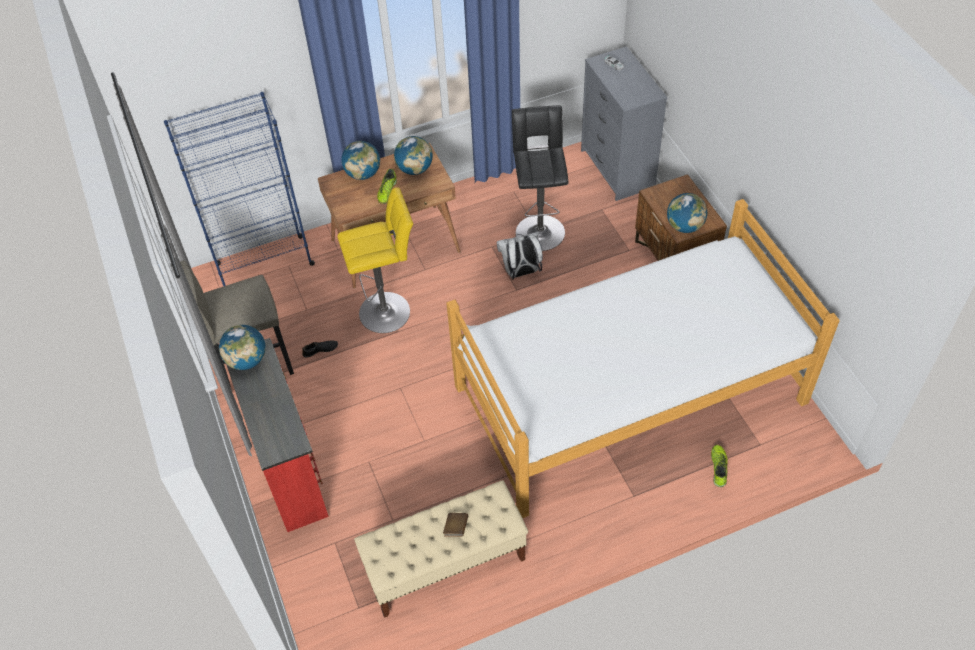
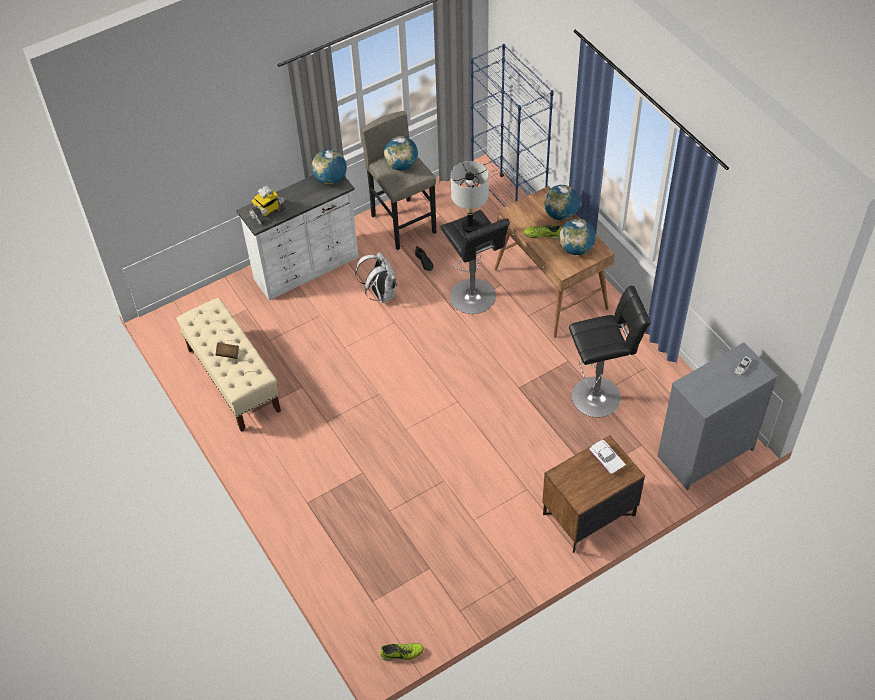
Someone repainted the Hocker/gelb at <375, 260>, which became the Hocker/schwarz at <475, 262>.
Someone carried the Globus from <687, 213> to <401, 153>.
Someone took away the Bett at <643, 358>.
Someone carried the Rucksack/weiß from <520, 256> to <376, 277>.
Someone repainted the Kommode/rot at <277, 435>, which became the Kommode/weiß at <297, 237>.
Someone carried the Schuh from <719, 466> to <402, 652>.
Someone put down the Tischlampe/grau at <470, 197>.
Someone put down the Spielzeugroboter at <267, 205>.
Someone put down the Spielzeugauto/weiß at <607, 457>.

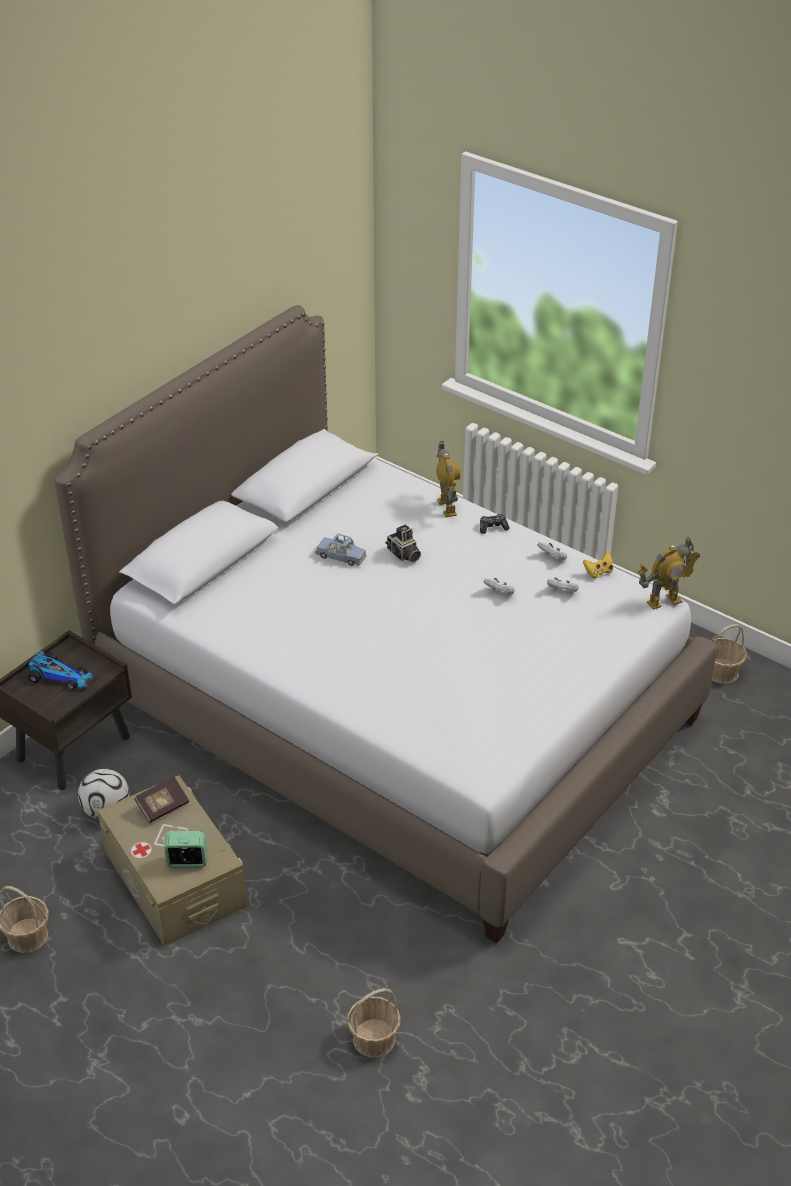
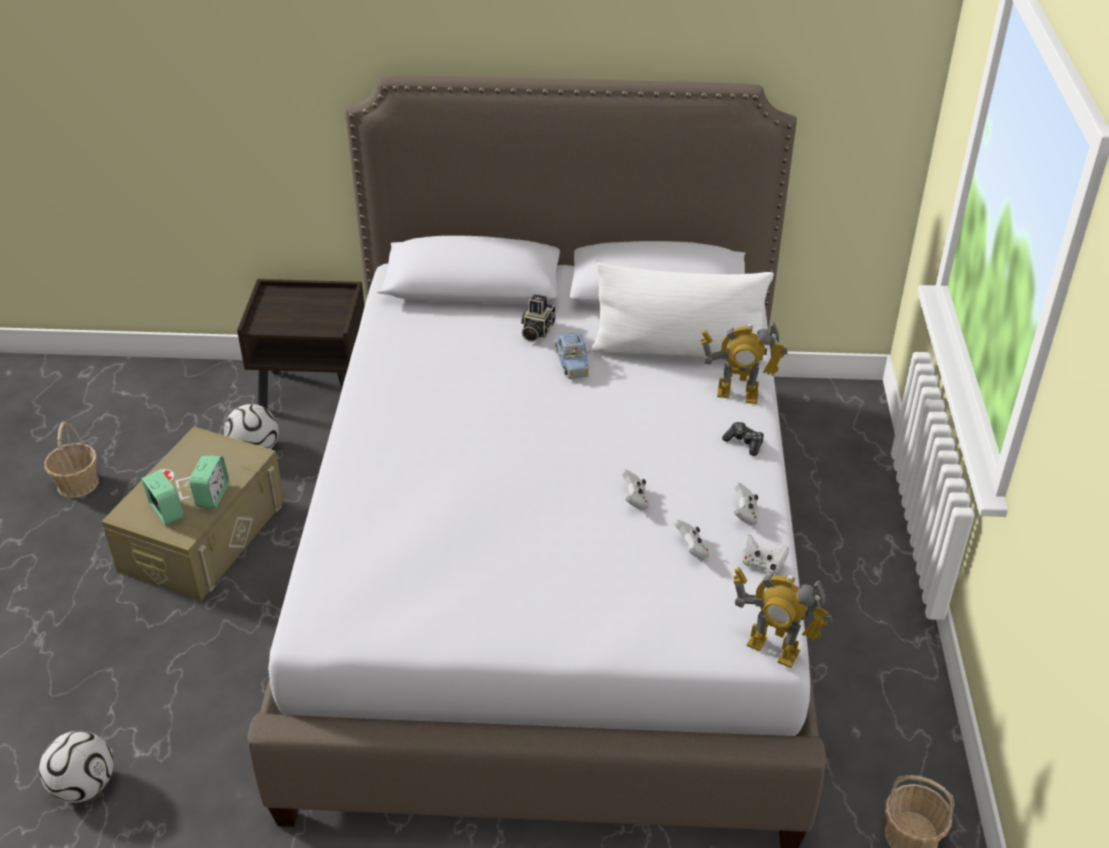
Someone rotated the Spielzeugroboter at <448, 479> by 60 degrees clockwise.
Someone carried the Kamera from <403, 544> to <538, 318>.
Someone repainted the Gamepad/gelb at <598, 565>, which became the Gamepad/weiß at <765, 554>.
Someone took away the Spielzeugauto at <61, 670>.
Someone took away the Buch at <161, 800>.
Someone swapped the Korb at <374, 1023> for the Fußball at <76, 767>.
Someone put down the Kissen/weiß at <683, 312>.
Someone put down the Wecker at <209, 481>.

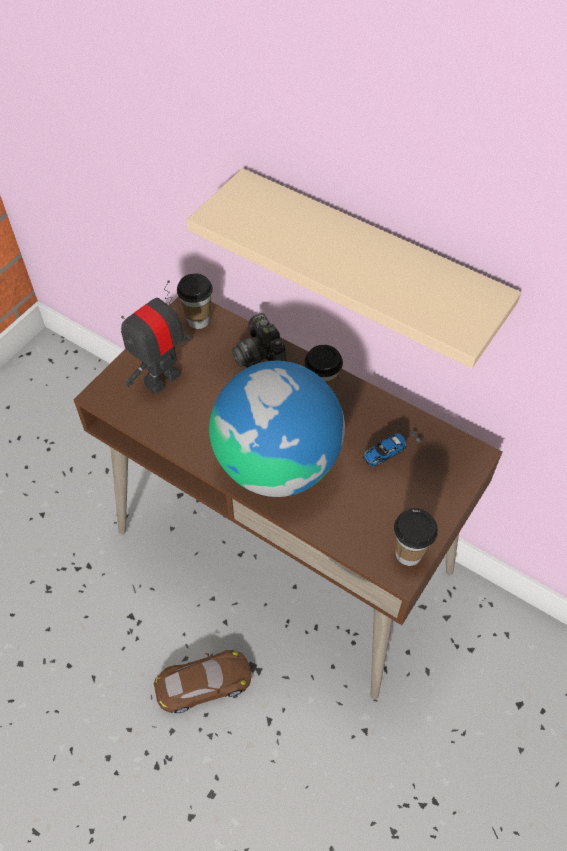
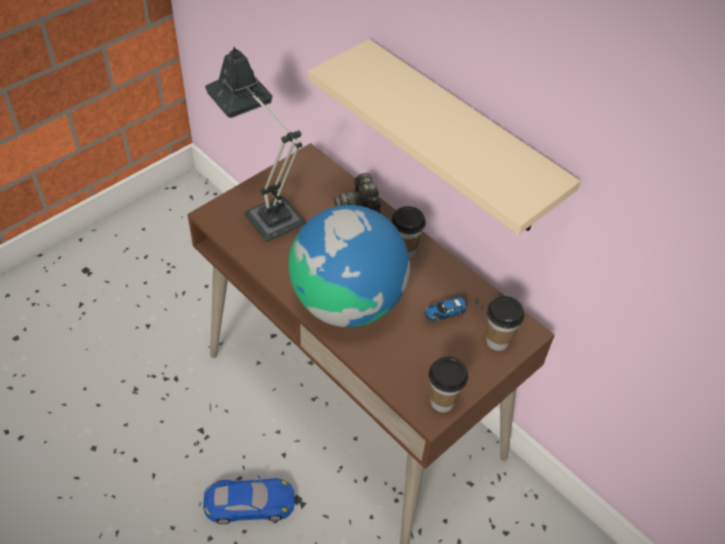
Someone carried the Tasse from <195, 301> to <505, 323>.
Someone swapped the Spielzeugroboter at <156, 337> for the Tischlampe at <255, 144>.
Someone repainted the Spielzeugauto/braun at <203, 681>, which became the Spielzeugauto/blau at <249, 499>.

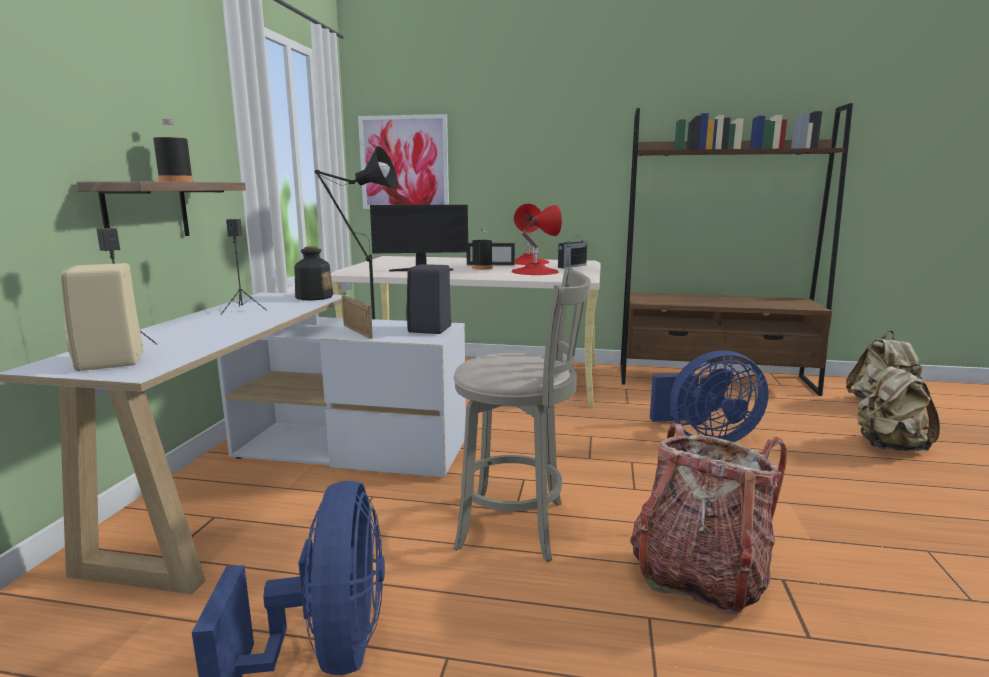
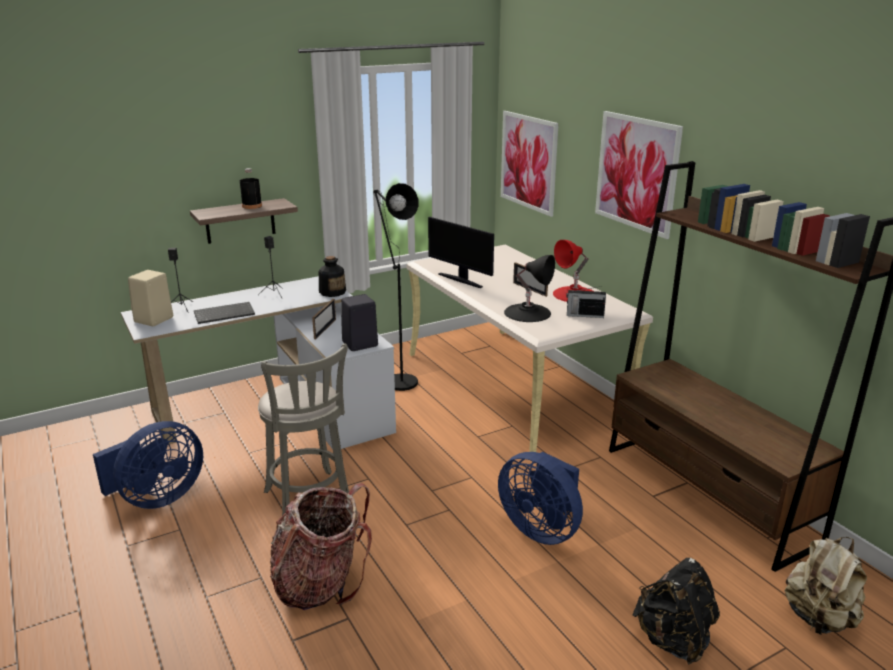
Someone repainted the Tischlampe/rot at <536, 240>, which became the Tischlampe/schwarz at <529, 288>.
Someone took away the Flasche/schwarz at <482, 249>.
Someone repainted the Rucksack/beige at <898, 407>, which became the Rucksack/schwarz at <676, 611>.
Someone put up the Bild at <639, 175>.
Someone put down the Tastatur at <224, 313>.

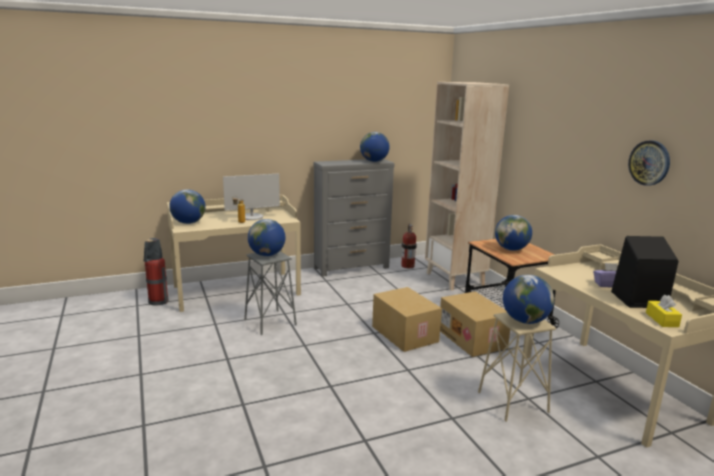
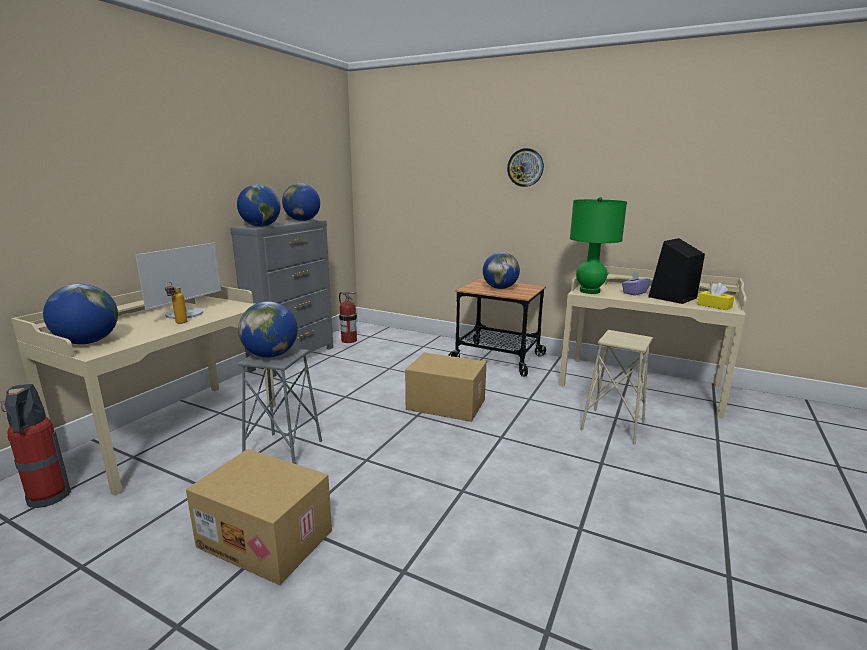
Someone took away the Bücherregal/beige at <467, 186>.
Someone carried the Wanduhr from <649, 163> to <525, 167>.
Someone carried the Globus from <528, 299> to <259, 206>.
Someone carried the Karton from <475, 324> to <259, 517>.
Someone put down the Tischlampe/grün at <598, 245>.

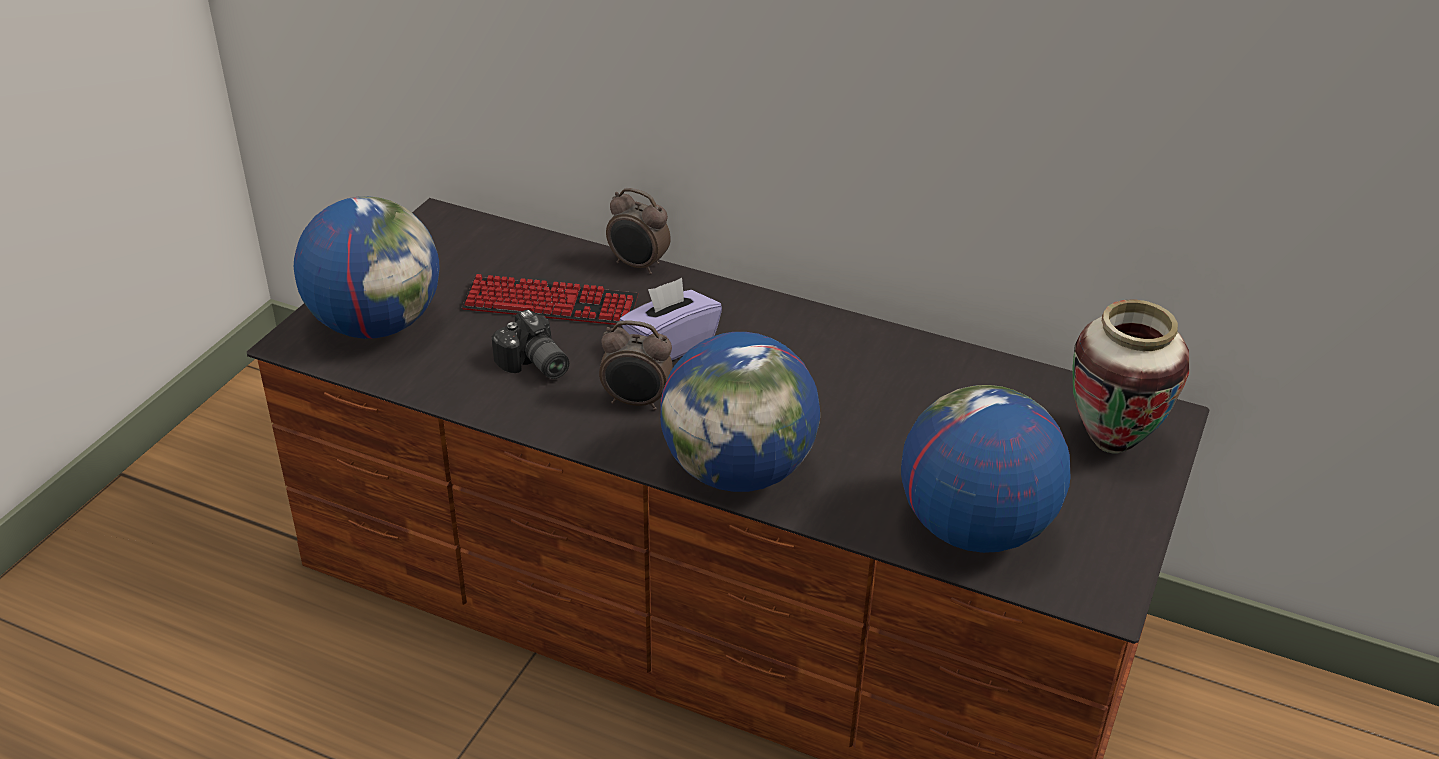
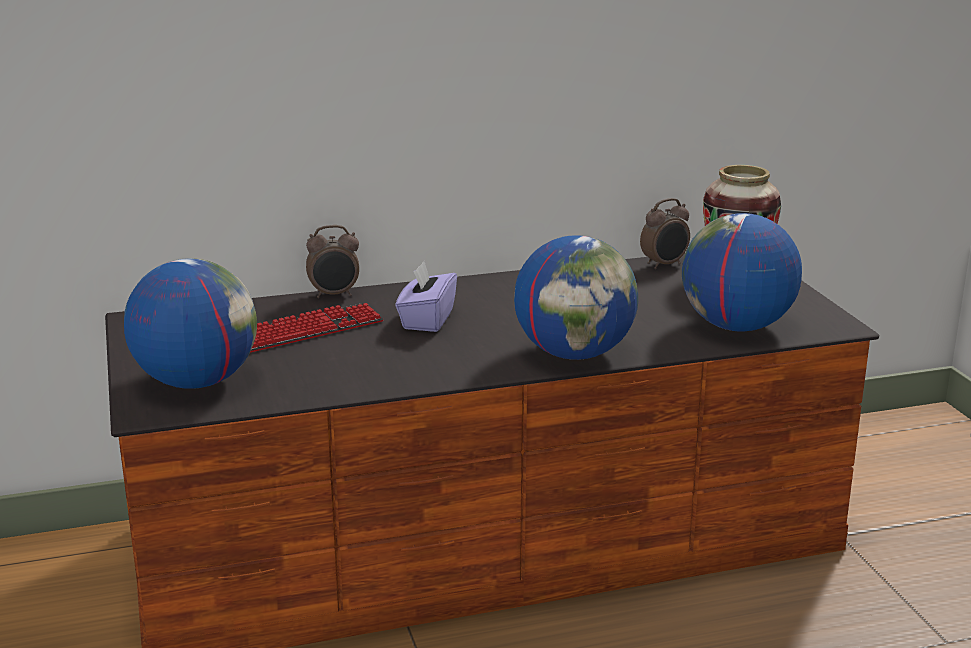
Someone took away the Kamera at <530, 344>.
Someone carried the Wecker from <636, 365> to <665, 233>.

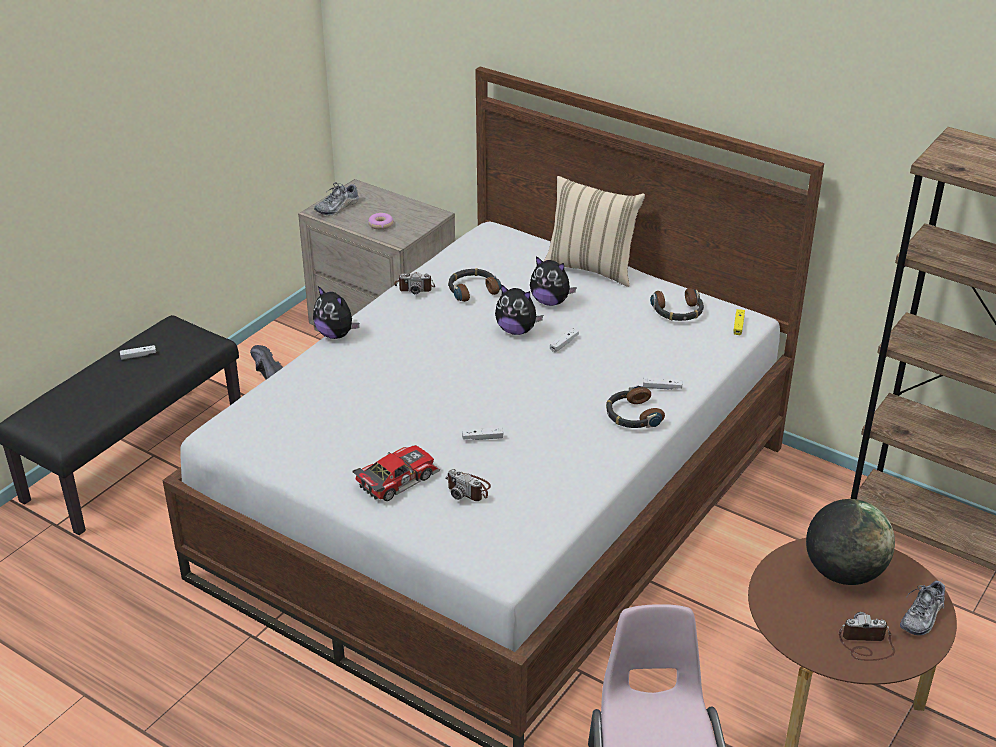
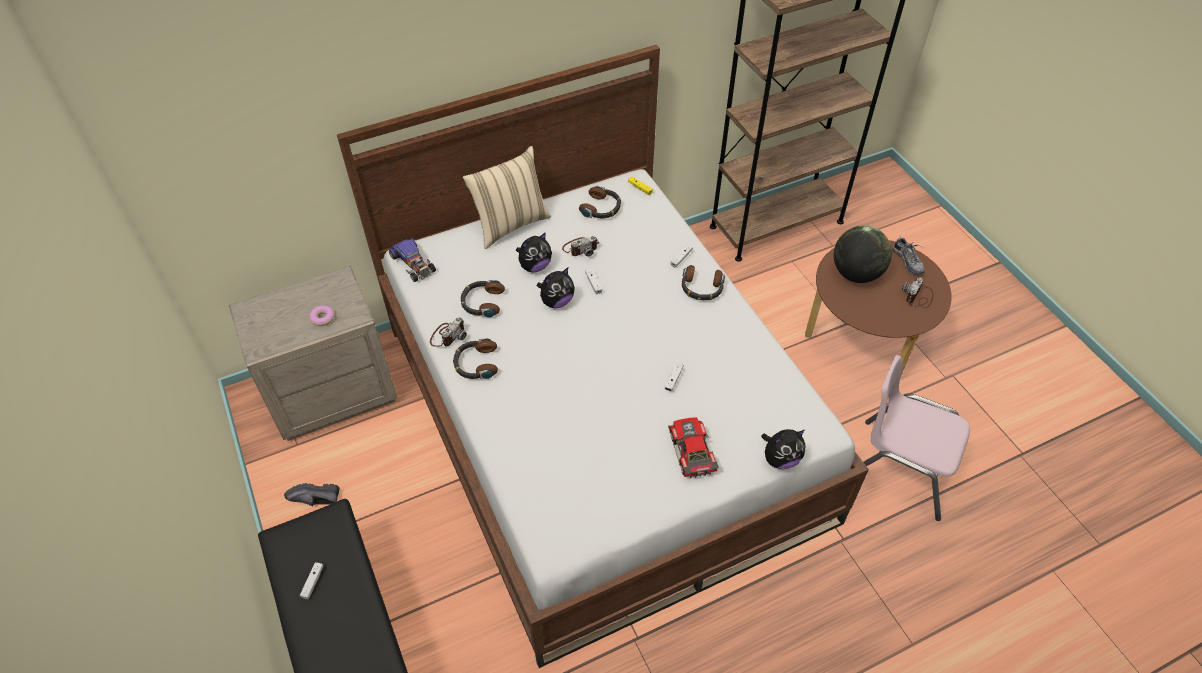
Someone took away the Schuh at <336, 198>.
Someone carried the Plüschtier from <336, 312> to <783, 449>.
Someone carried the Kamera from <468, 485> to <580, 246>.
Someone put down the Spielzeugauto at <412, 260>.
Someone put down the Kopfhörer at <475, 358>.

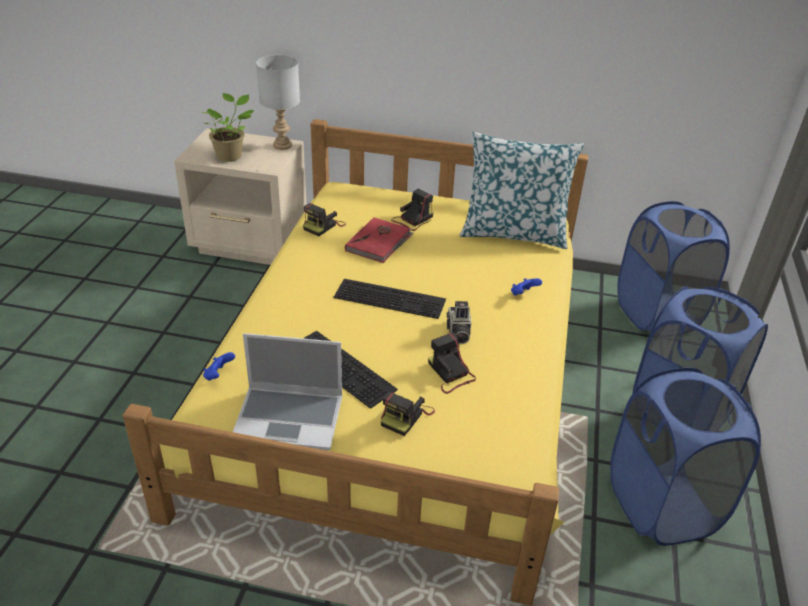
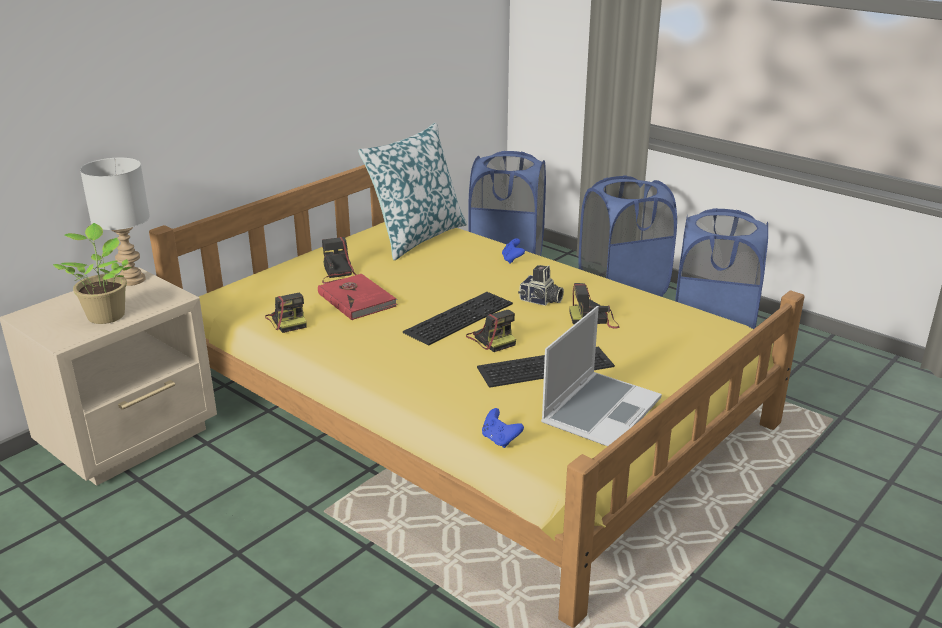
Someone carried the Kamera from <408, 414> to <491, 331>.

